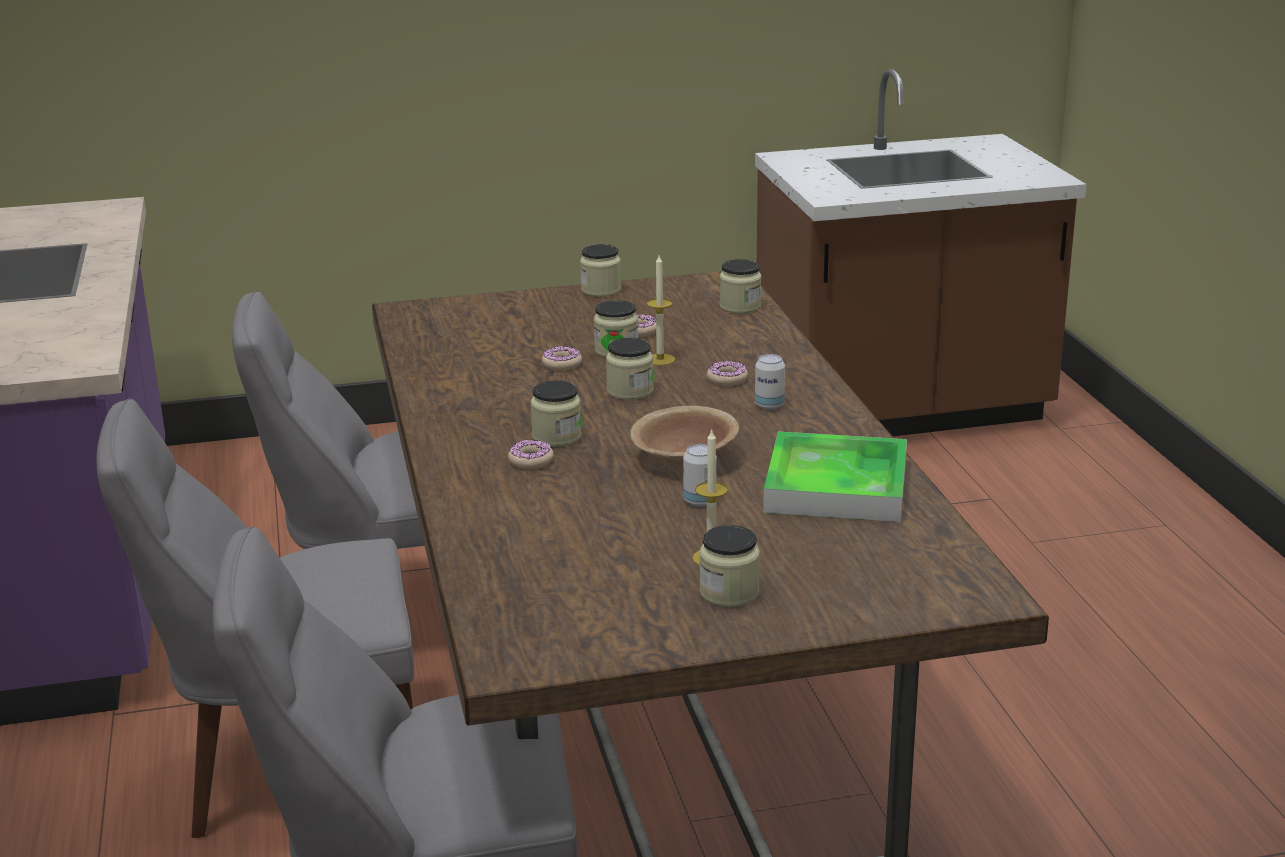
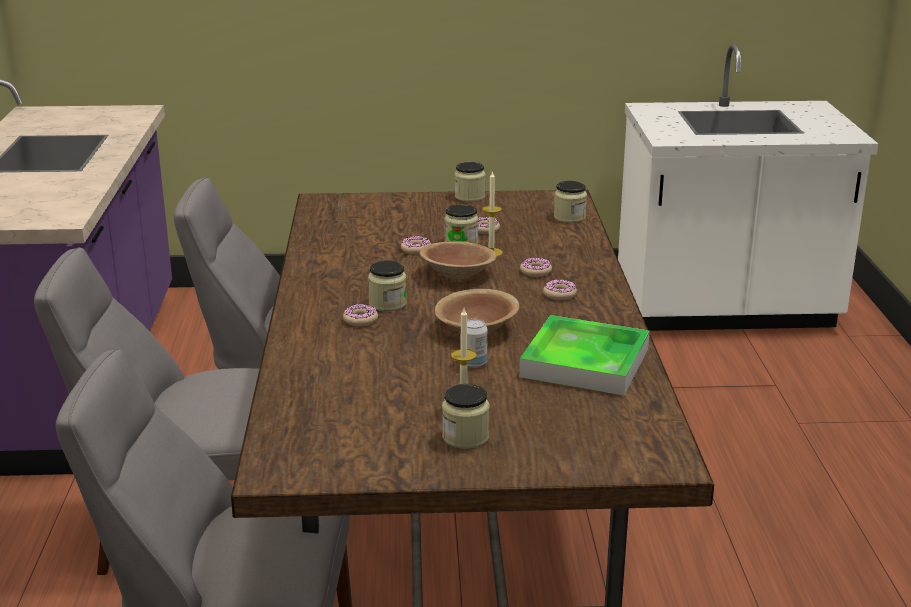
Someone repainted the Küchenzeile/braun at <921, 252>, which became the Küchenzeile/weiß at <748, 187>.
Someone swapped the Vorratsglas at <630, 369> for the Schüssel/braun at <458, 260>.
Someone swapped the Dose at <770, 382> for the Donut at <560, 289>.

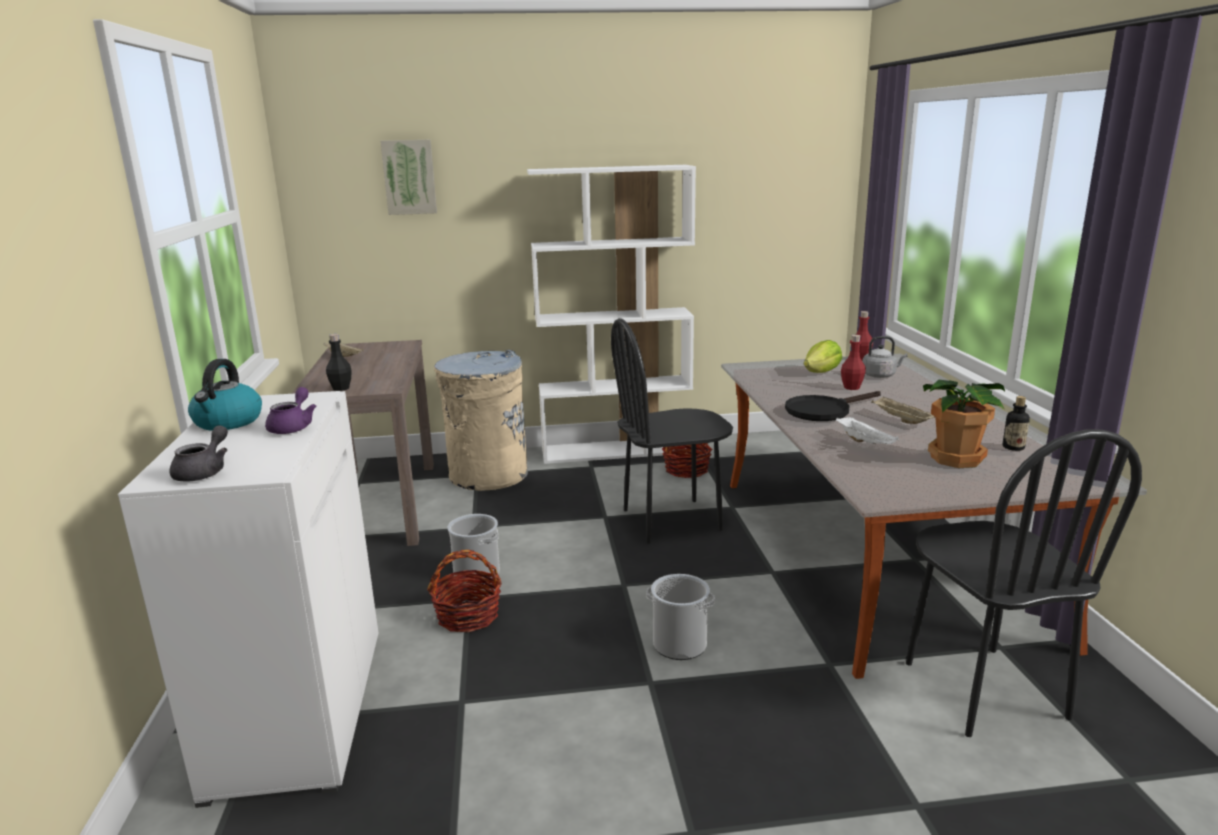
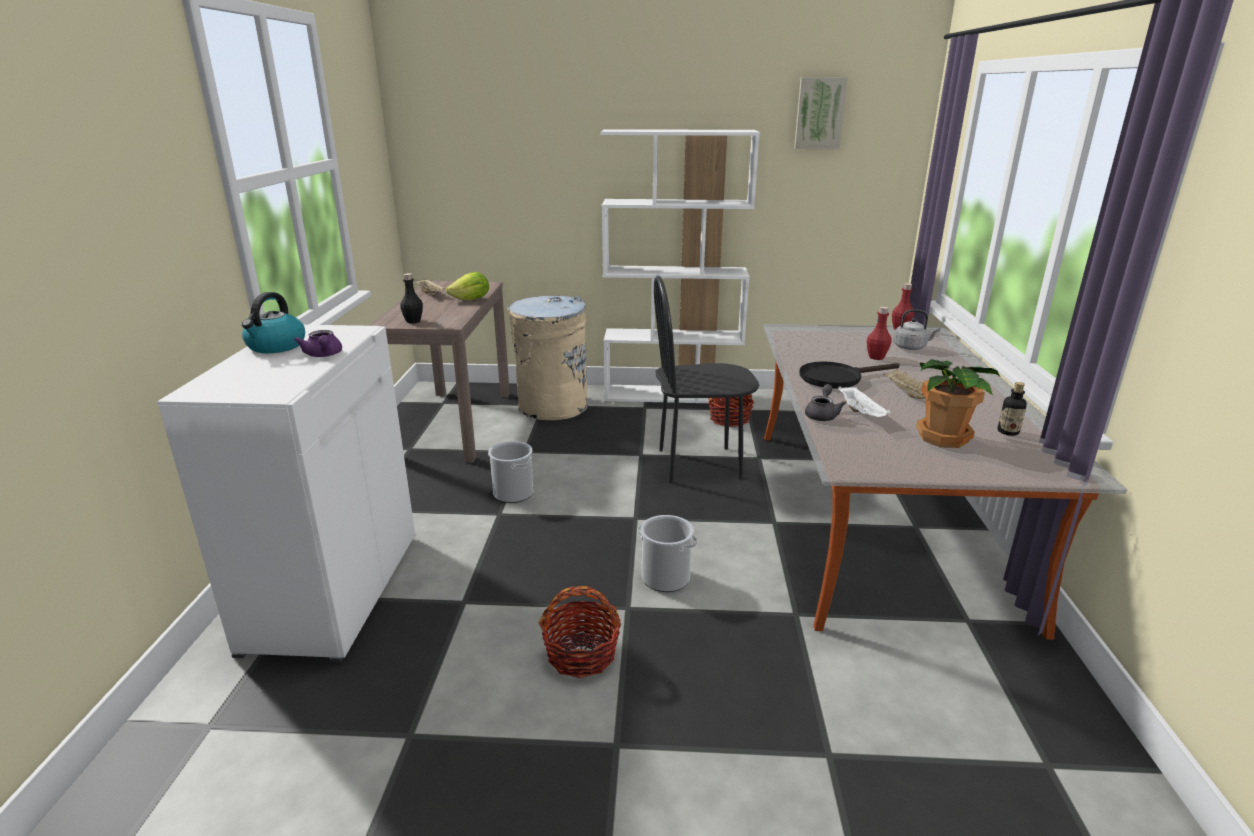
Someone carried the Bild from <408, 177> to <821, 113>.
Someone carried the Salatkopf from <823, 356> to <467, 286>.
Someone rotated the Teekanne/lila at <290, 410> by 135 degrees clockwise.
Someone carried the Teekanne/grau from <198, 453> to <825, 402>.
Someone took away the Stuhl/schwarz at <1024, 583>.
Someone carried the Korb from <464, 591> to <580, 632>.

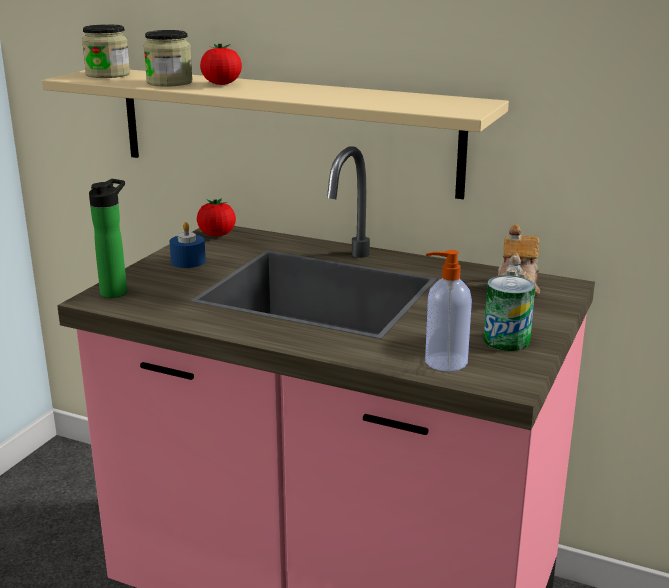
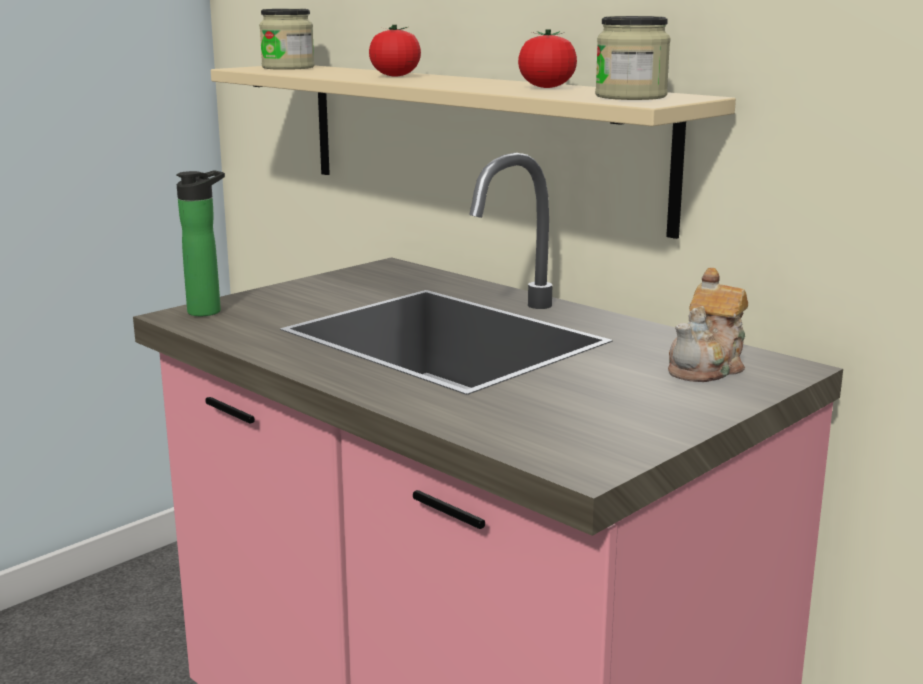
Someone carried the Vorratsglas from <168, 58> to <633, 58>.
Someone carried the Tomate from <216, 217> to <547, 58>.
Someone took away the Kerze/blau at <187, 245>.
Someone took away the Seifenspender at <448, 310>.
Someone took away the Dose at <509, 313>.

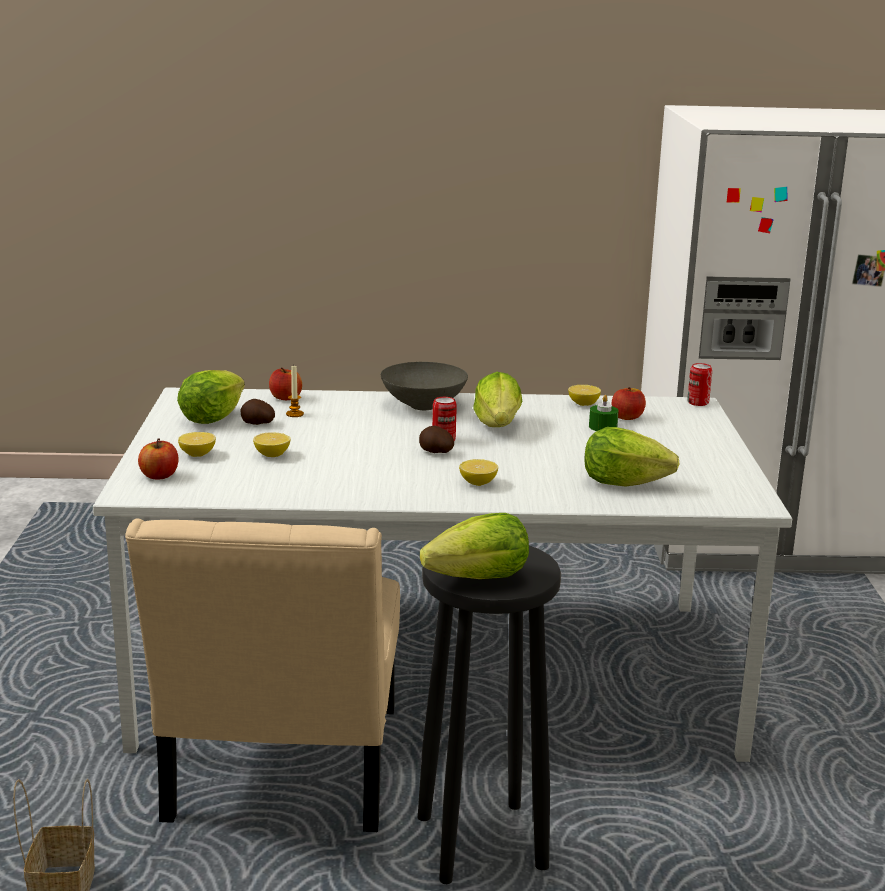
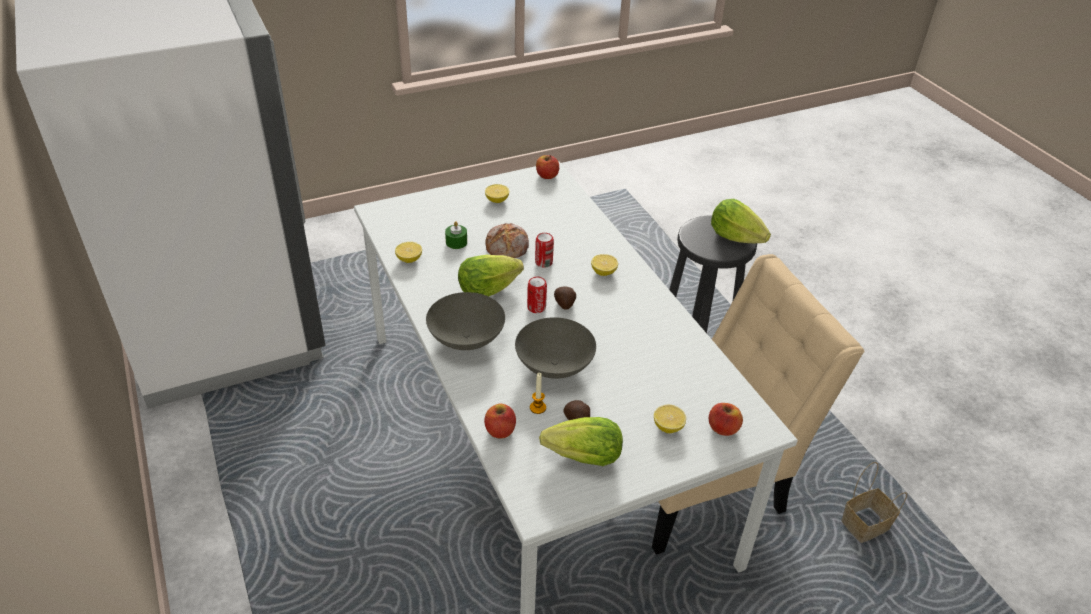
Someone carried the Dose from <699, 384> to <544, 250>.
Someone carried the Apfel from <629, 403> to <547, 167>.
Someone took away the Salatkopf at <632, 457>.
Someone carried the Zitrone from <272, 444> to <497, 193>.
Someone put down the Brot at <507, 240>.
Someone put down the Schüssel/grau at <555, 348>.

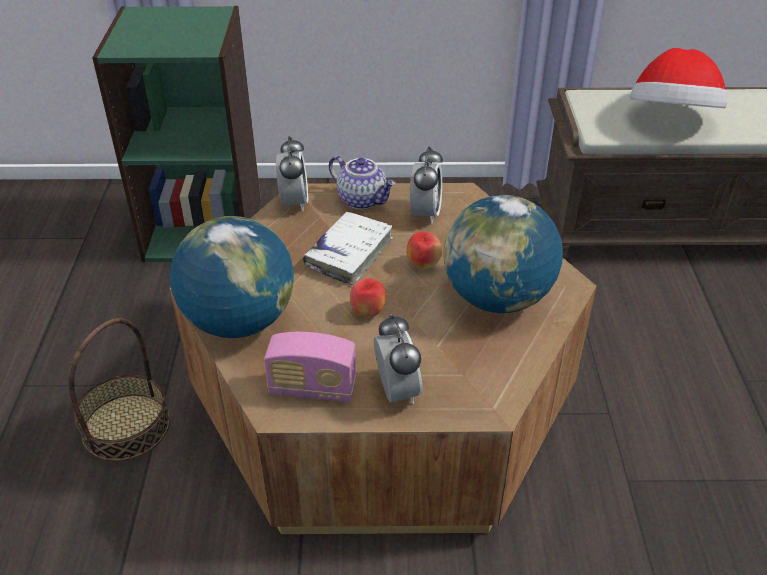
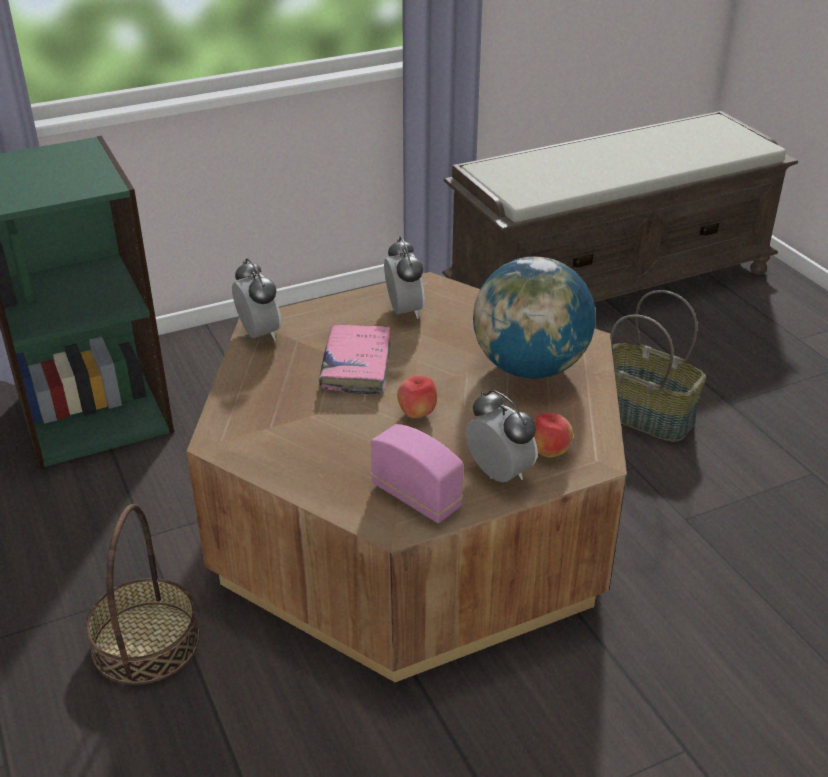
Someone took away the Hut at <678, 78>.
Someone took away the Teekanne at <362, 183>.
Someone repainted the Buch/weiß at <348, 248>, which became the Buch/rosa at <354, 360>.
Someone took away the Globus at <232, 277>.
Someone carried the Apfel from <424, 250> to <553, 435>.
Someone rotated the Radio at <310, 367> by 120 degrees counterclockwise.
Someone put down the Korb at <658, 366>.

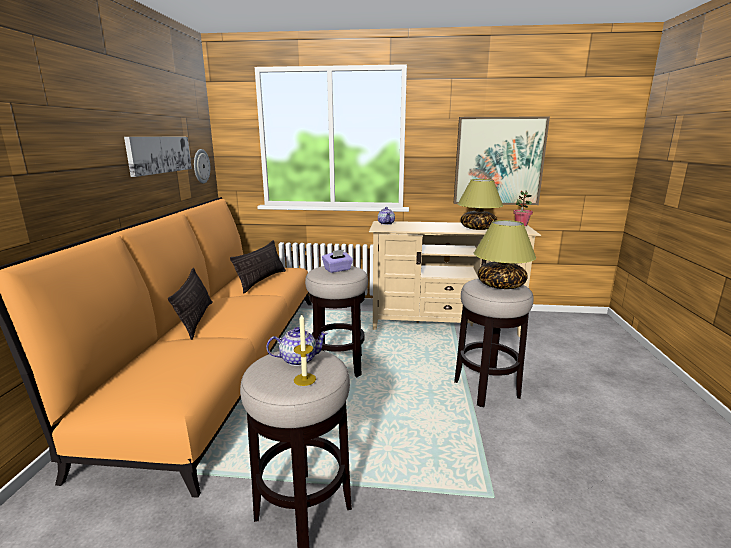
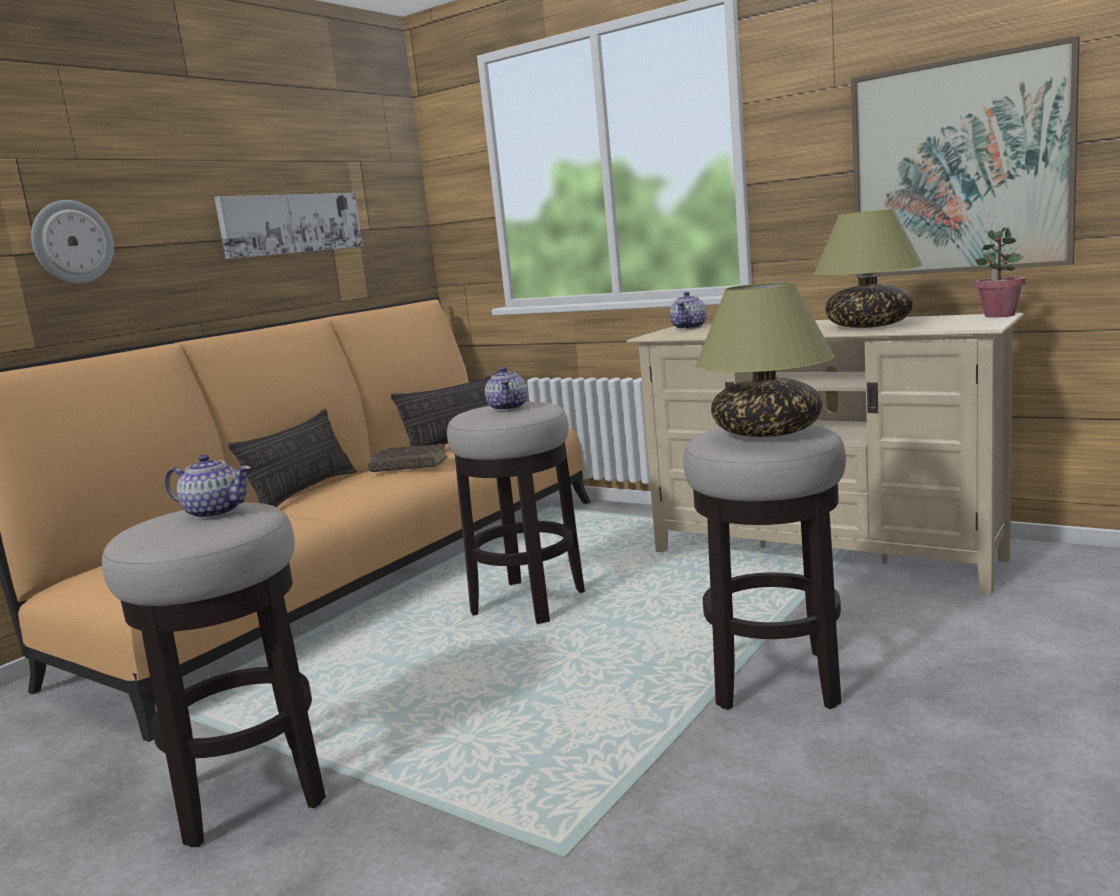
Someone carried the Wanduhr from <202, 166> to <72, 242>.
Someone swapped the Taschentuchbox/lila at <337, 261> for the Teekanne at <506, 389>.
Someone took away the Kerze at <305, 349>.
Someone put down the Buch/braun at <407, 458>.

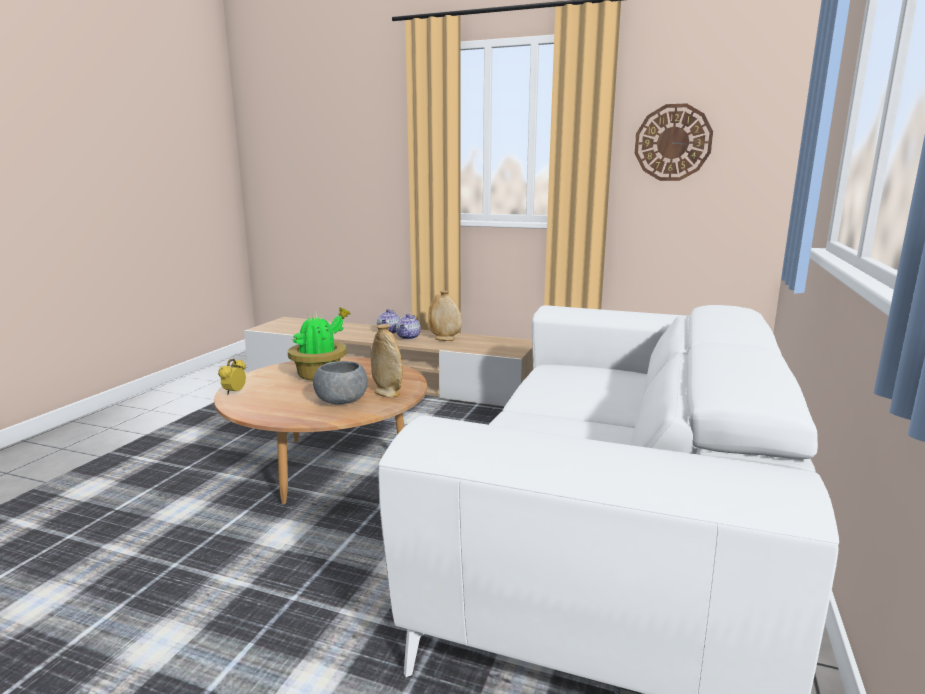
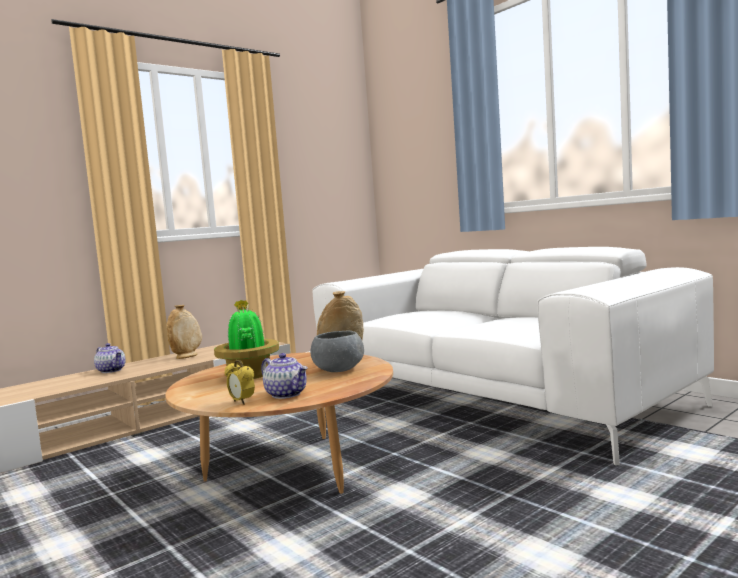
Someone took away the Wanduhr at <674, 142>.
Someone carried the Teekanne from <408, 326> to <284, 376>.

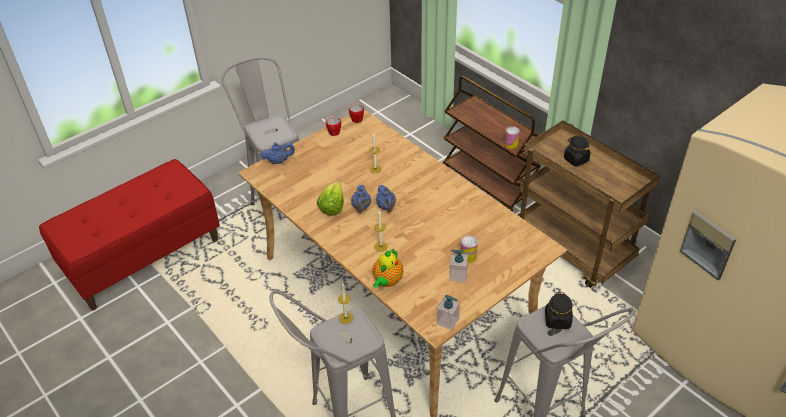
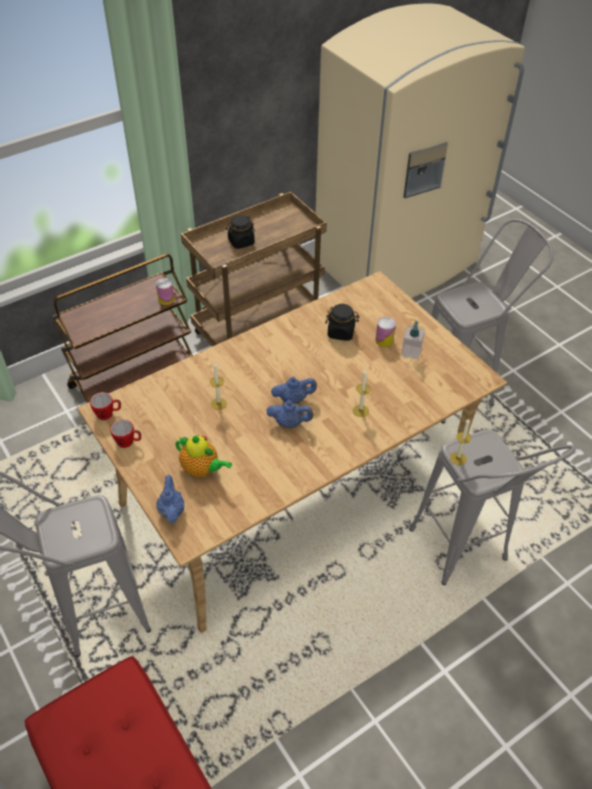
Someone took away the Salatkopf at <330, 198>.
Someone carried the Teekanne from <388, 268> to <203, 456>.
Someone carried the Vorratsglas/schwarz from <559, 310> to <342, 322>.
Someone took away the Seifenspender at <448, 312>.

